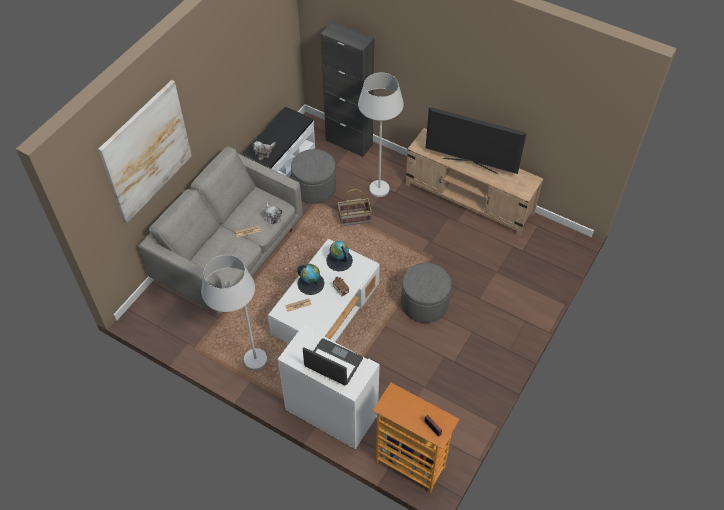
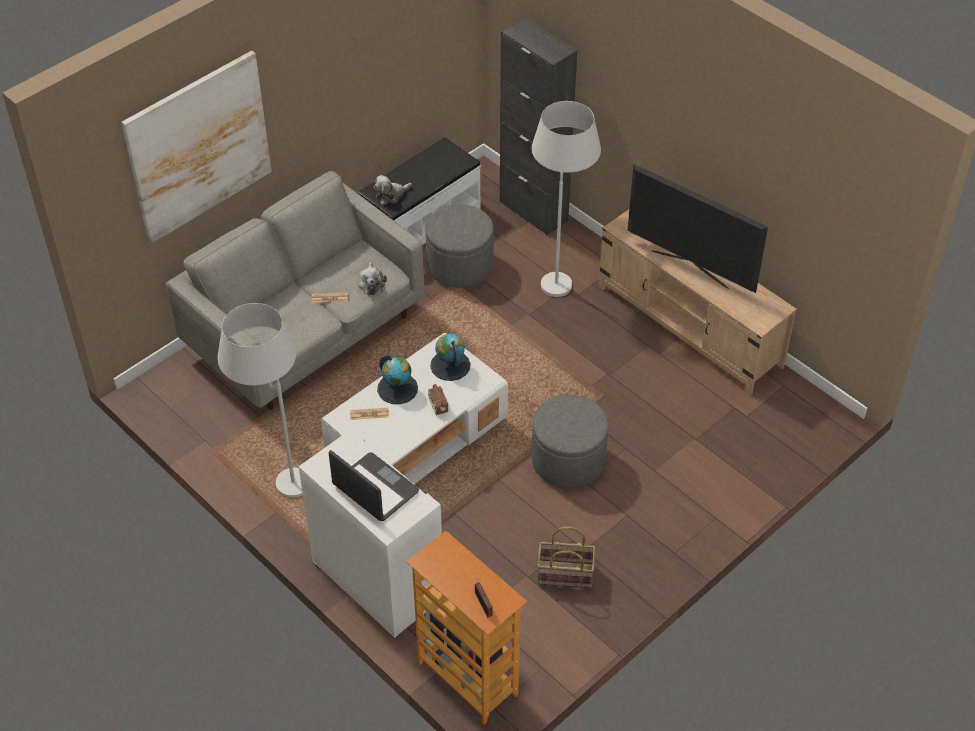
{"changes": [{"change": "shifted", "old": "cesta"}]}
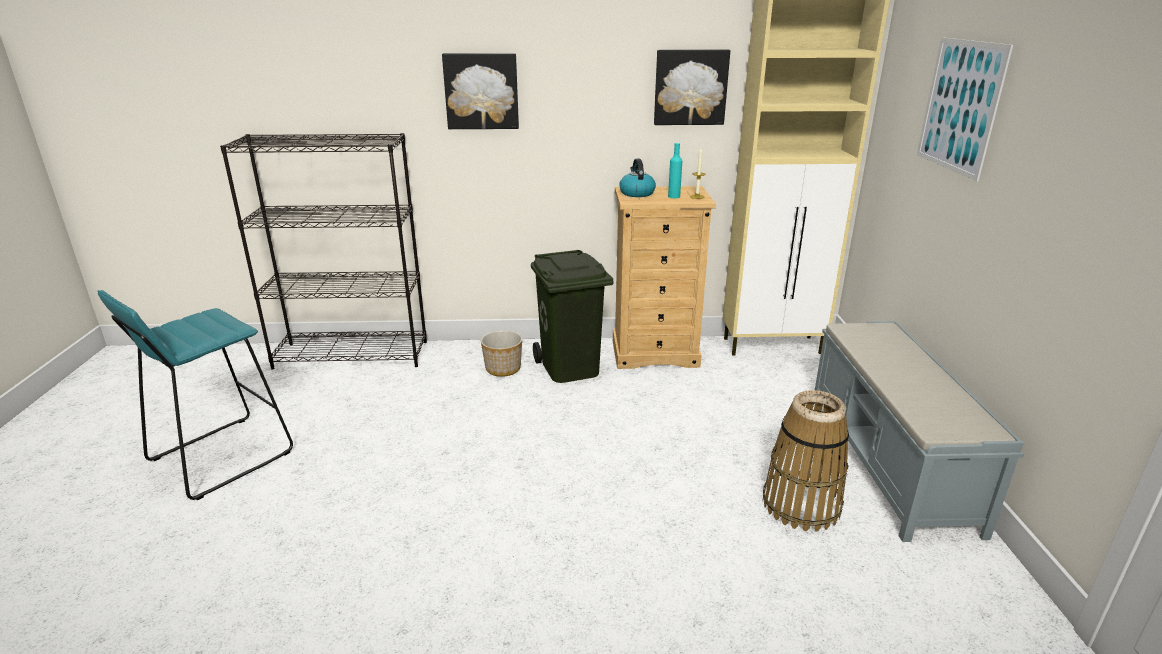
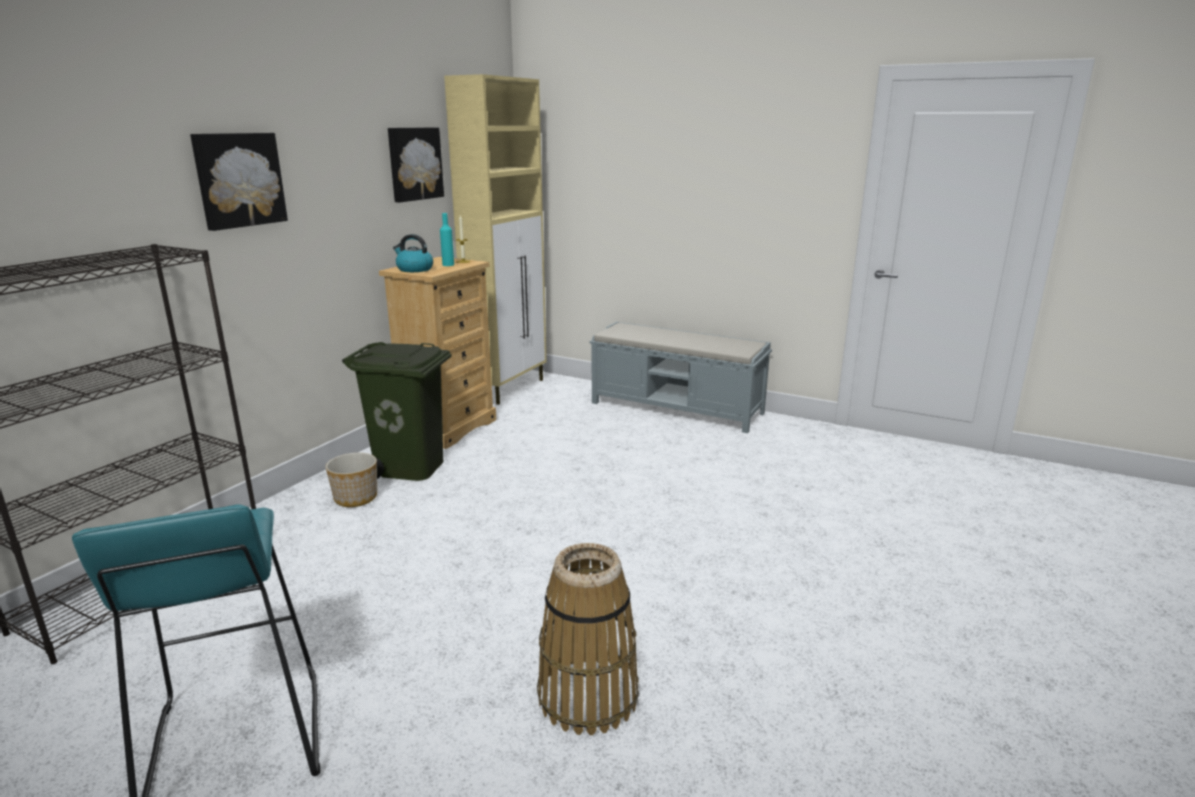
{"changes": [{"change": "shifted", "old": "cesta"}, {"change": "gone", "old": "cuadro (no. 3 from left)"}]}
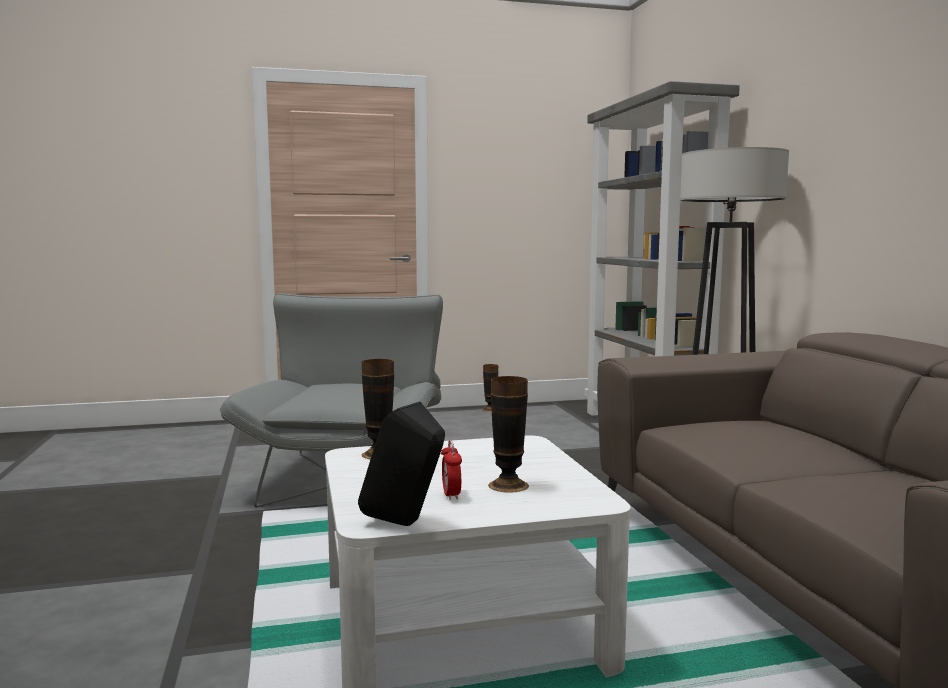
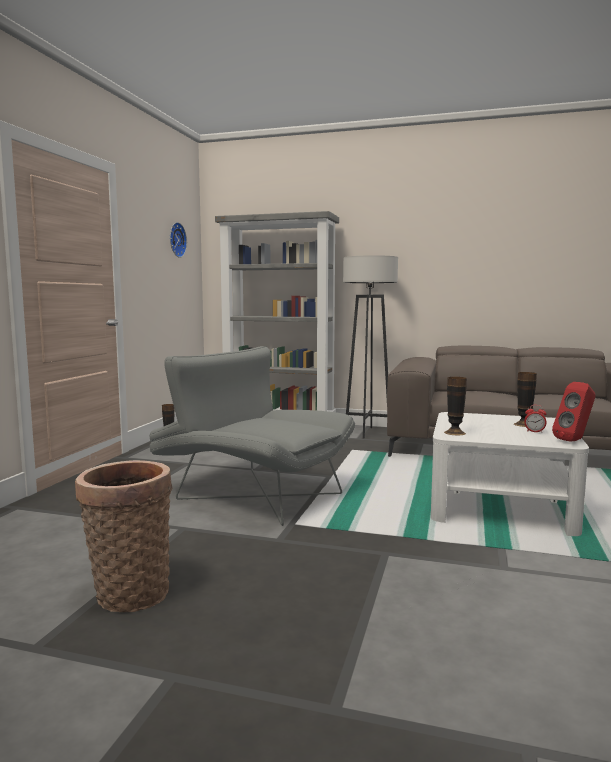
{"changes": [{"change": "new", "new": "cesta"}, {"change": "new", "new": "reloj de pared"}, {"change": "repainted", "old": "altavoz [negro]", "new": "altavoz [rojo]"}]}
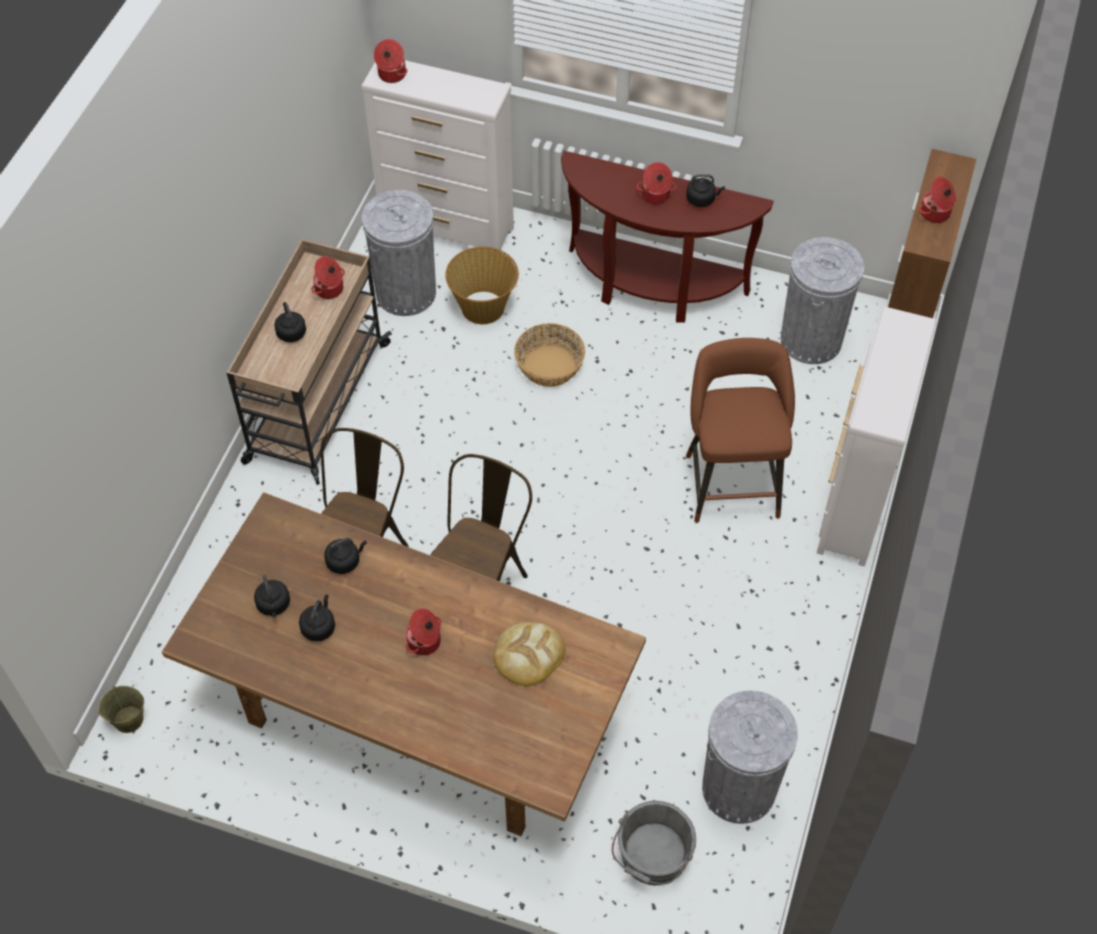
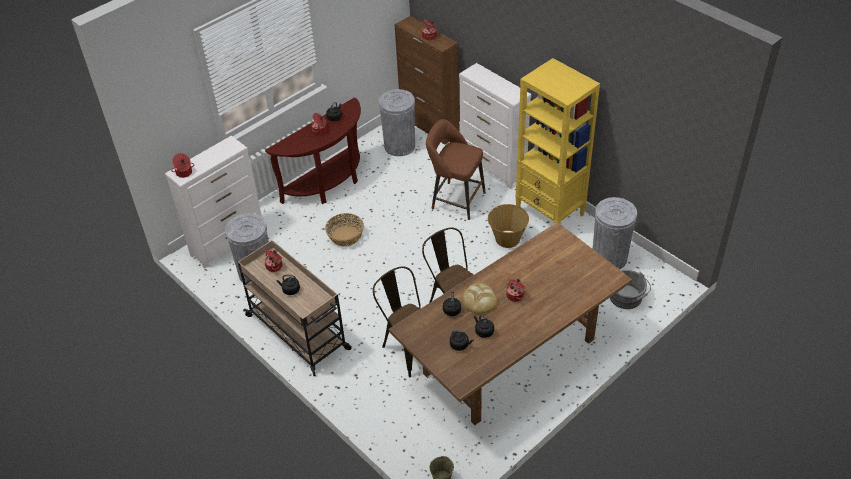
{"changes": [{"change": "shifted", "old": "pan"}, {"change": "shifted", "old": "cesta (no. 1 from left in the first image)", "new": "cesta (no. 2 from left)"}, {"change": "new", "new": "estantería [amarillo]"}]}
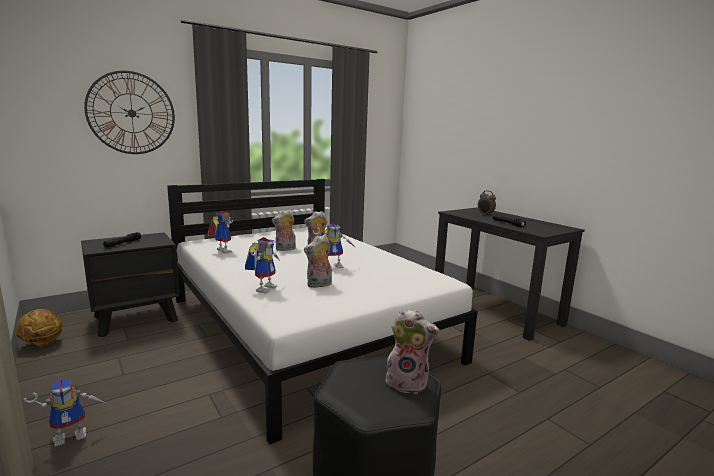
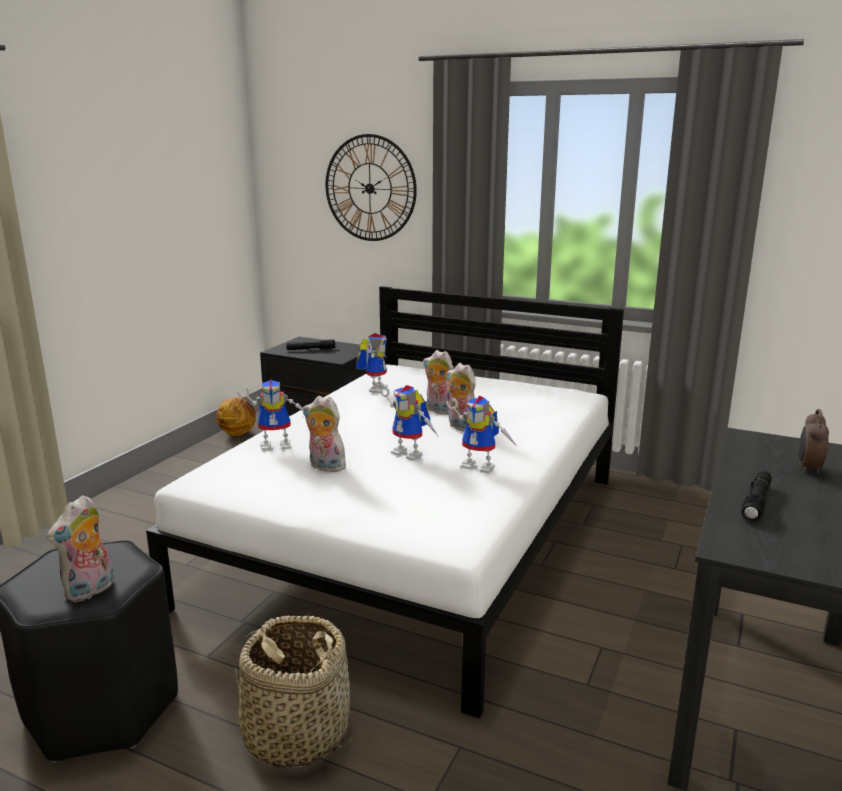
{"changes": [{"change": "rotated", "old": "peluche (no. 4 from left in the first image)", "degrees": 45}, {"change": "new", "new": "cesta"}, {"change": "shifted", "old": "robot de juguete (no. 1 from left in the first image)", "new": "robot de juguete (no. 4 from left)"}]}
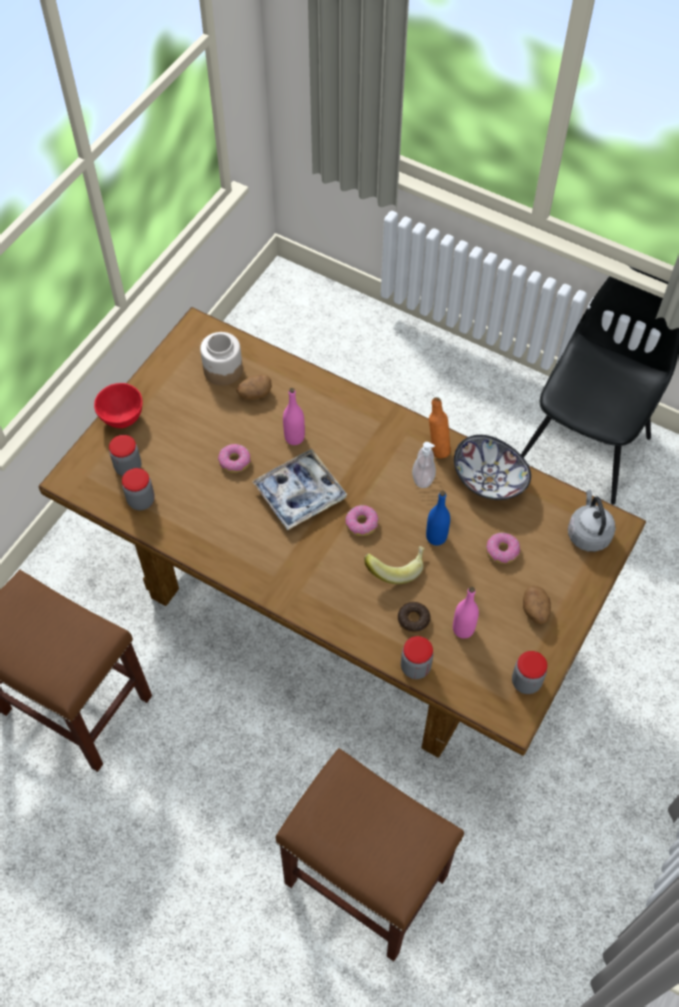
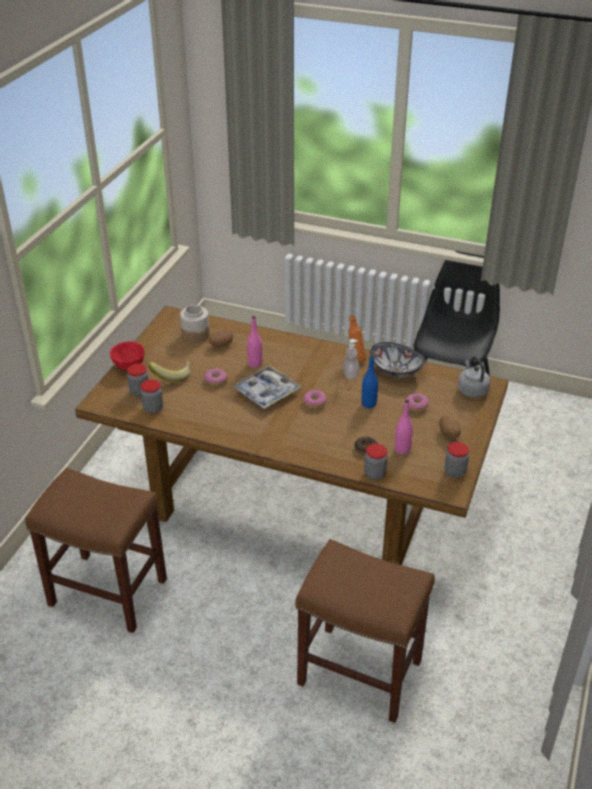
{"changes": [{"change": "shifted", "old": "plátano"}]}
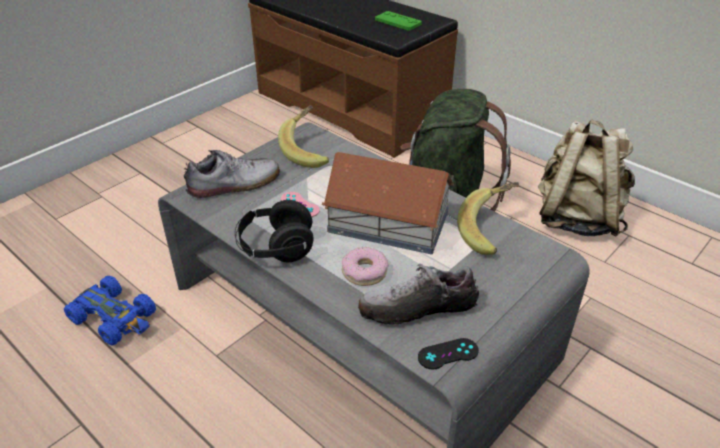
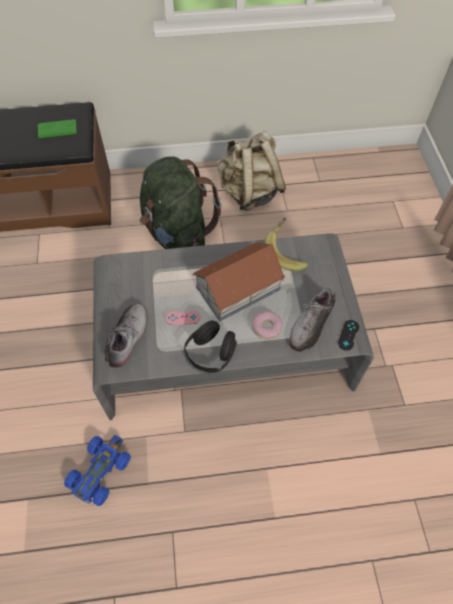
{"changes": [{"change": "rotated", "old": "coche de juguete [azul]", "degrees": -45}, {"change": "gone", "old": "plátano (no. 1 from left)"}]}
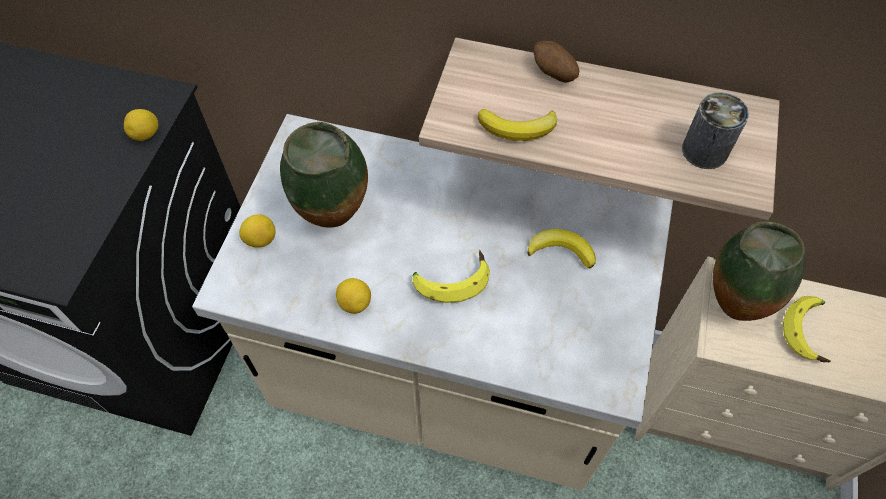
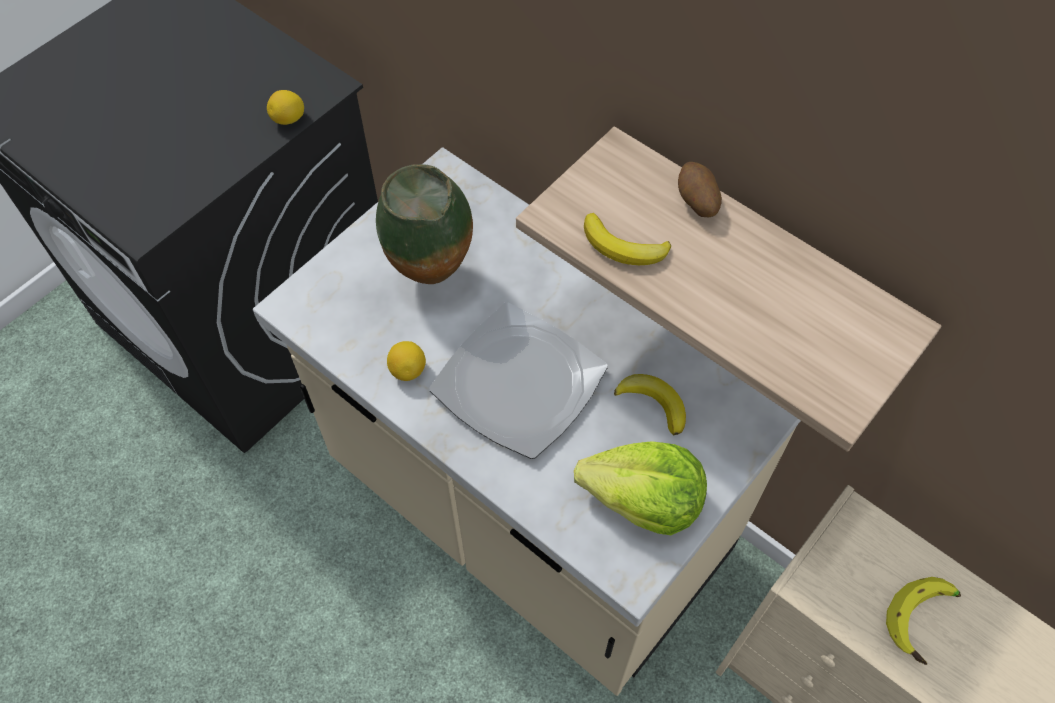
{"changes": [{"change": "swapped", "old": "plátano (no. 1 from left)", "new": "plato"}, {"change": "new", "new": "lechuga"}, {"change": "gone", "old": "limón (no. 2 from left)"}, {"change": "gone", "old": "lata"}, {"change": "gone", "old": "florero (no. 2 from left)"}]}
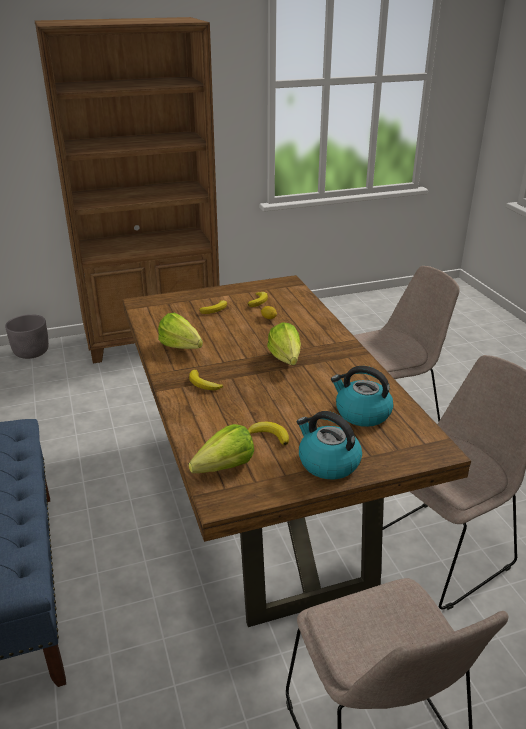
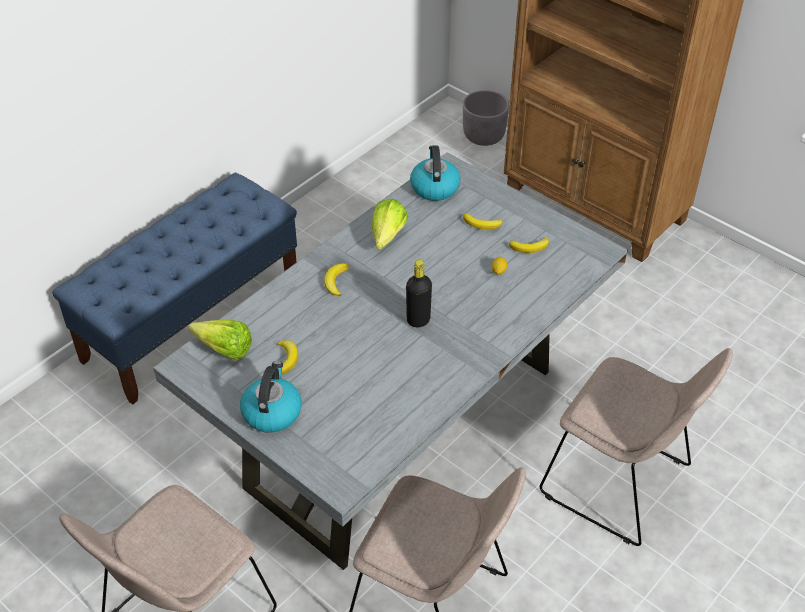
{"changes": [{"change": "repainted", "old": "mesa de comedor [marrón]", "new": "mesa de comedor [gris]"}, {"change": "swapped", "old": "lechuga (no. 3 from left)", "new": "botella [negro]"}, {"change": "shifted", "old": "hervidor (no. 2 from left)"}]}
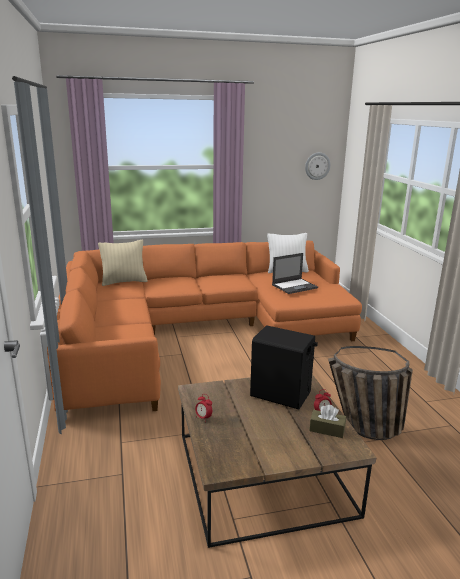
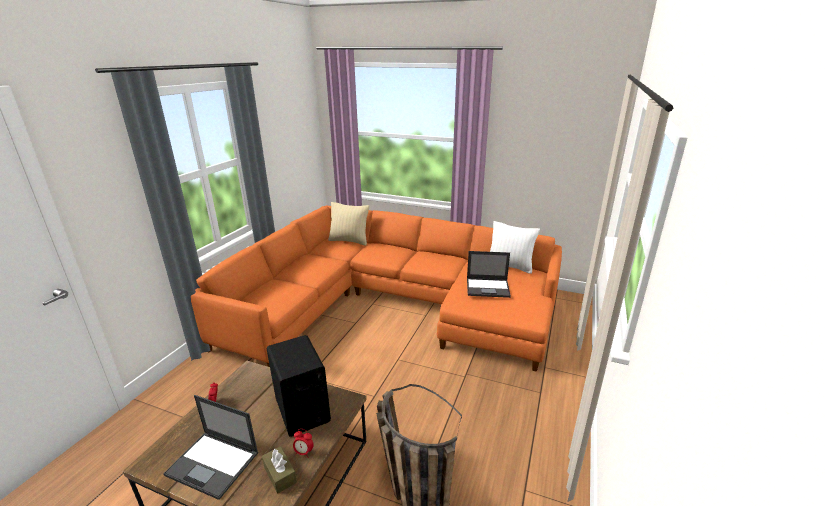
{"changes": [{"change": "new", "new": "portátil (no. 1 from left)"}, {"change": "gone", "old": "reloj de pared"}]}
